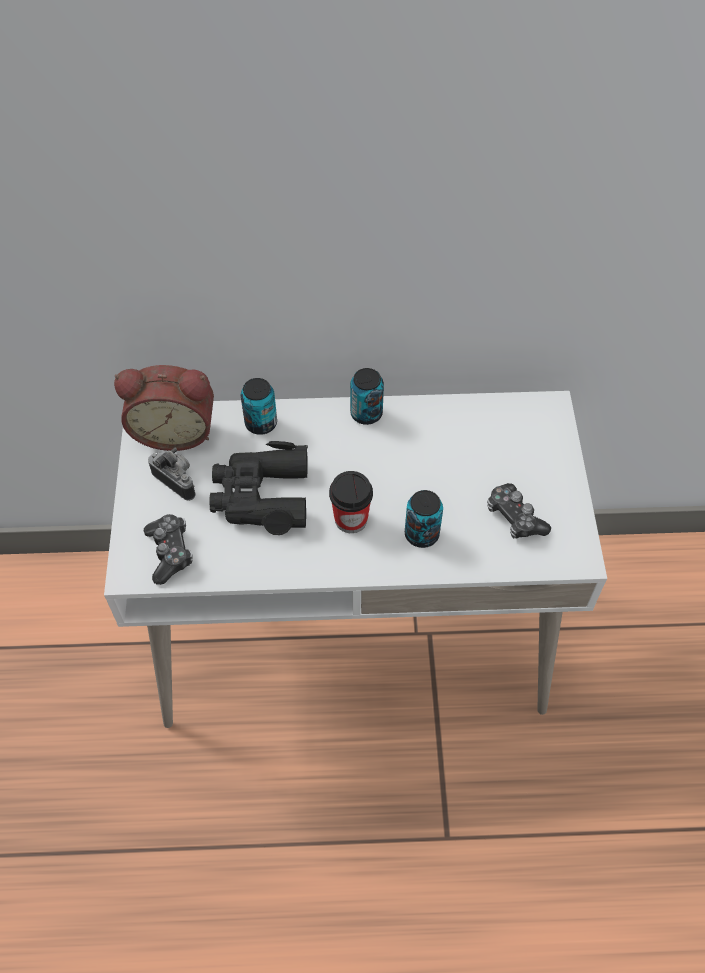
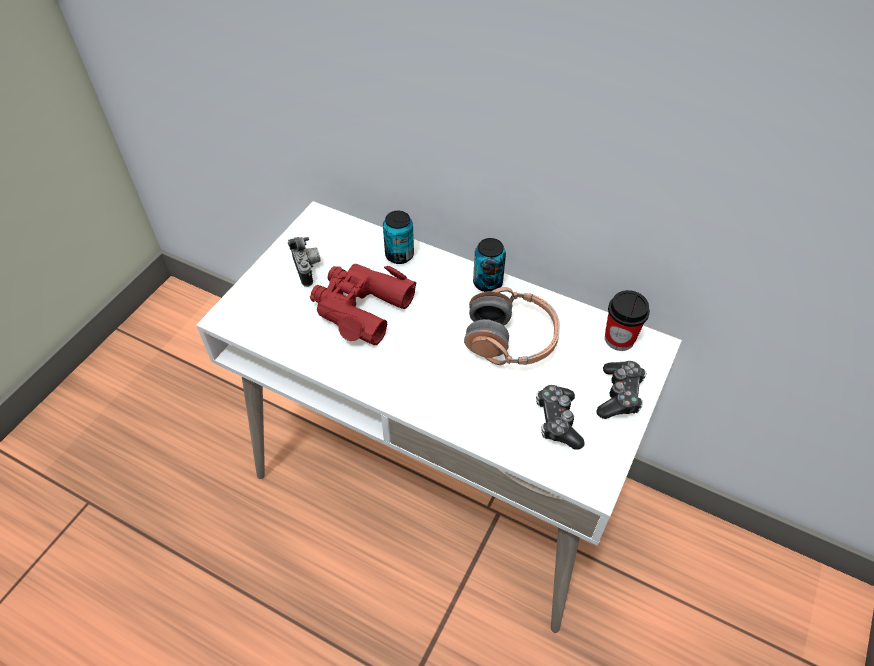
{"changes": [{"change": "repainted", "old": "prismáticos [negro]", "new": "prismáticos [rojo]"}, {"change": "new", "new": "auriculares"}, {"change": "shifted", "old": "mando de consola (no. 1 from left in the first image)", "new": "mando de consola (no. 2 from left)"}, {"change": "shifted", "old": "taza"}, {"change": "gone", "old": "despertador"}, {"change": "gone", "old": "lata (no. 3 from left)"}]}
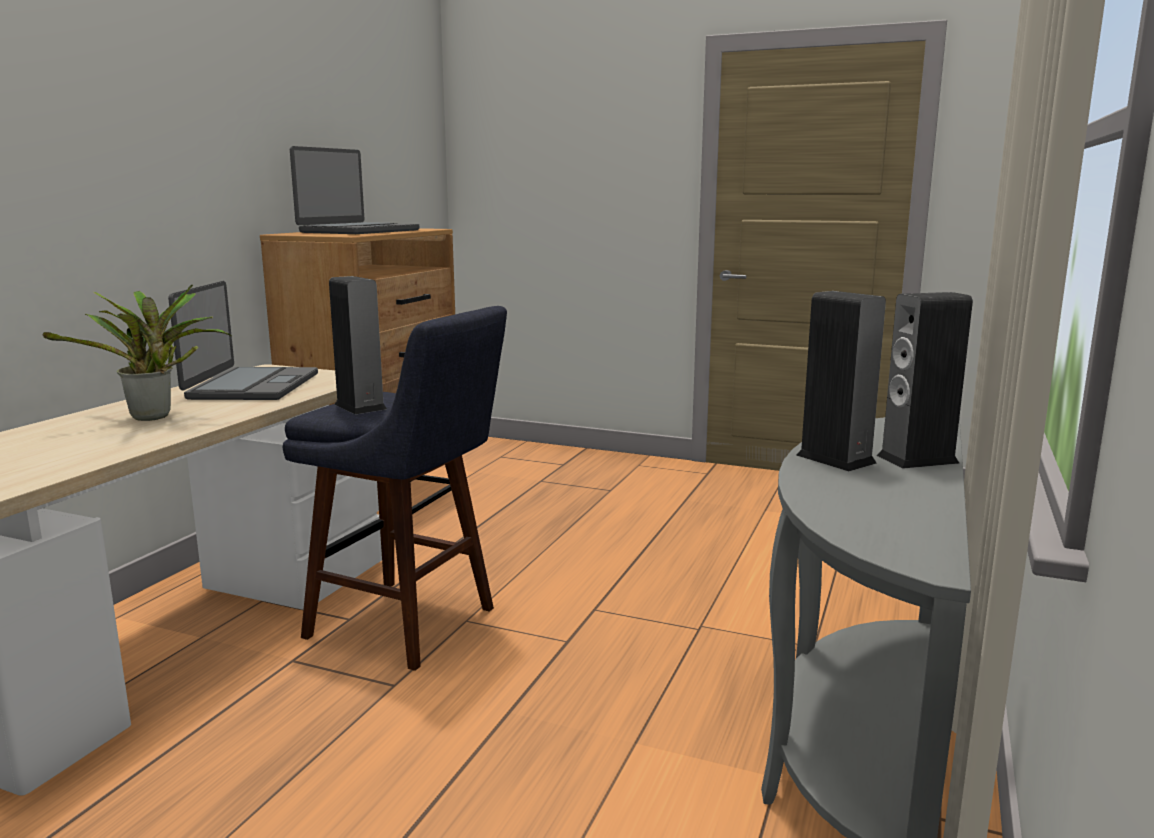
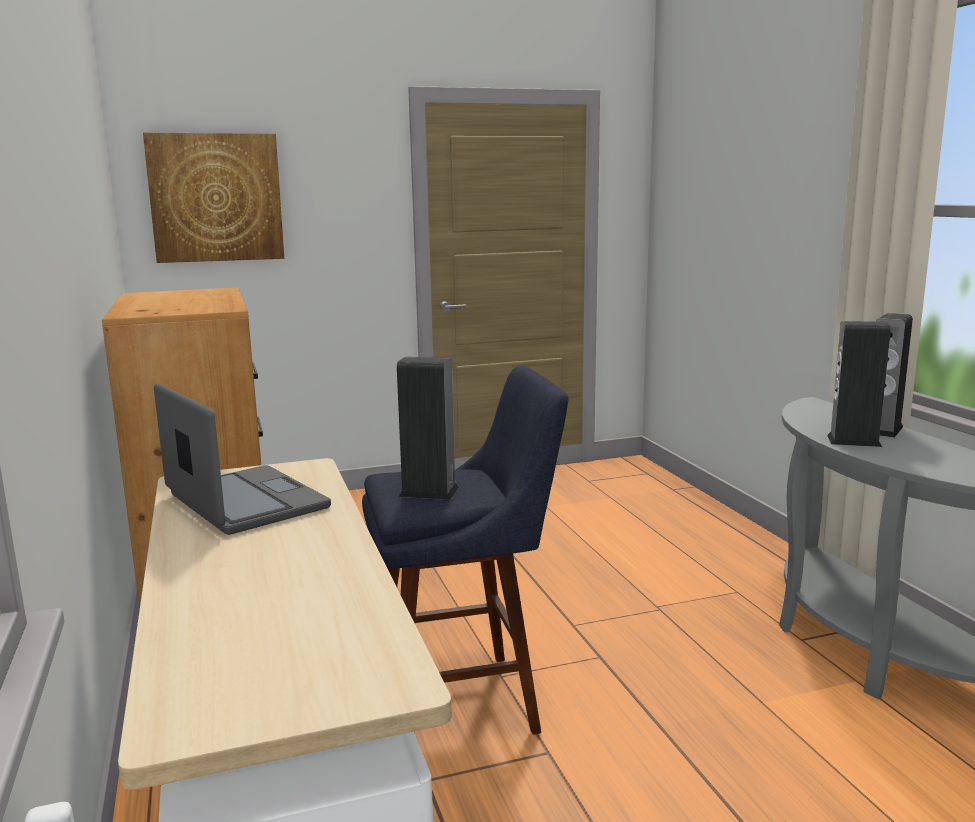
{"changes": [{"change": "new", "new": "cuadro"}, {"change": "gone", "old": "planta en maceta"}, {"change": "gone", "old": "portátil (no. 2 from left)"}]}
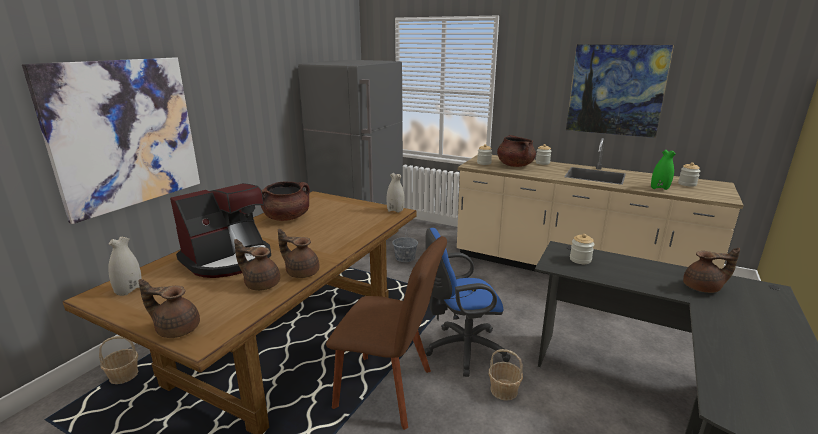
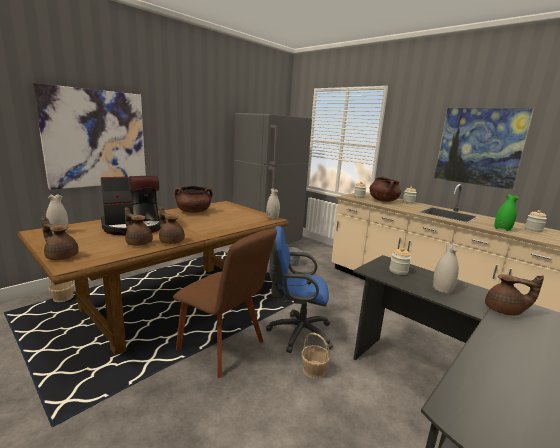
{"changes": [{"change": "new", "new": "florero [blanco] (no. 3 from left)"}]}
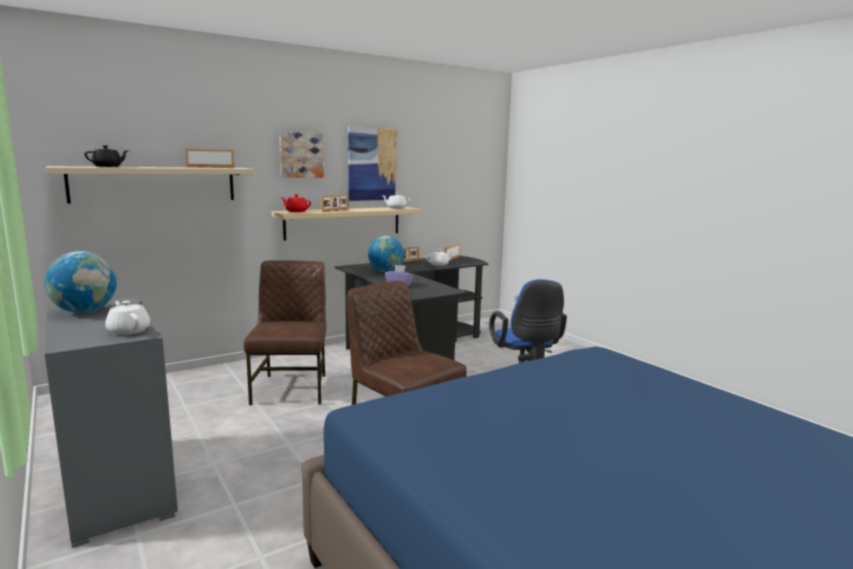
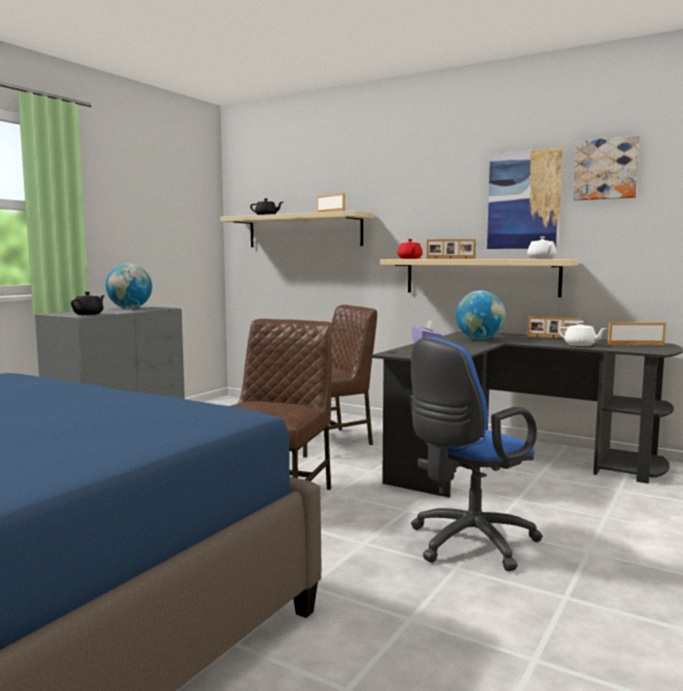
{"changes": [{"change": "repainted", "old": "tetera [blanco] (no. 1 from left)", "new": "tetera [negro] (no. 1 from left)"}, {"change": "shifted", "old": "cuadro (no. 1 from left in the first image)", "new": "cuadro (no. 2 from left)"}]}
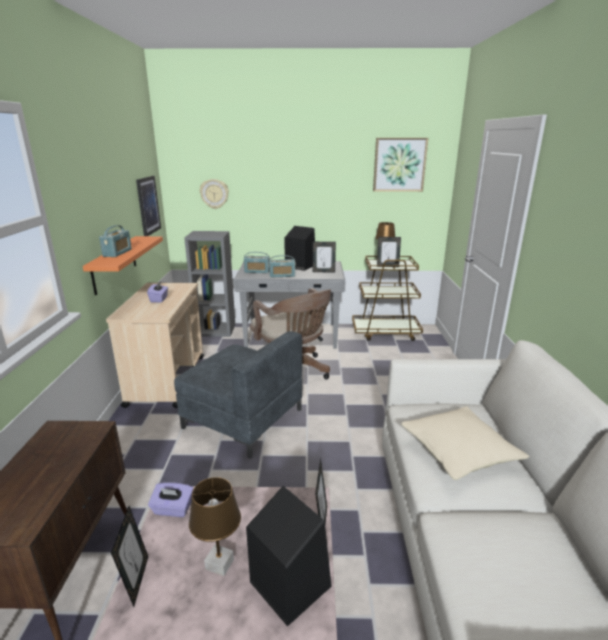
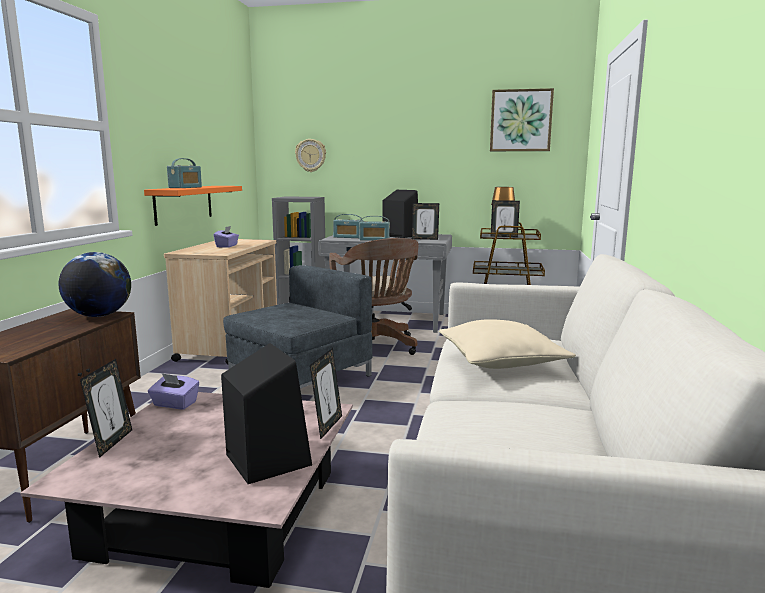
{"changes": [{"change": "new", "new": "globo terráqueo"}, {"change": "rotated", "old": "sillón [gris]", "degrees": -90}, {"change": "gone", "old": "cuadro (no. 1 from left)"}, {"change": "gone", "old": "lámpara de mesa [marrón] (no. 1 from left)"}]}
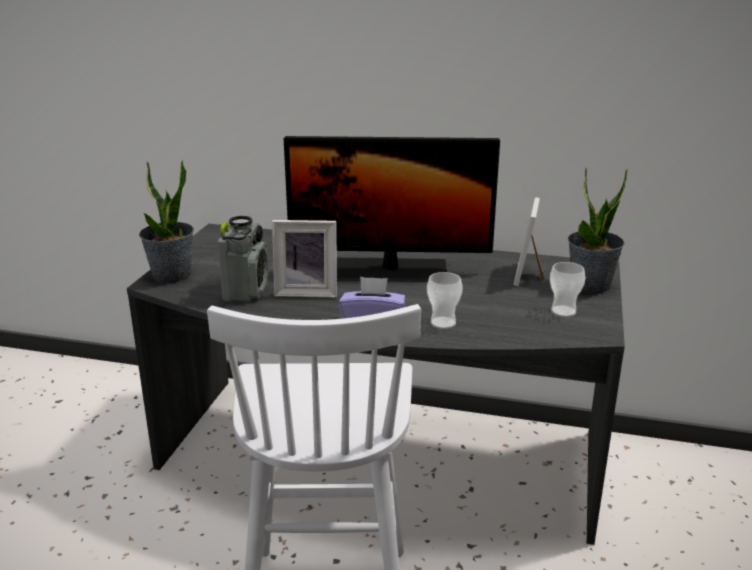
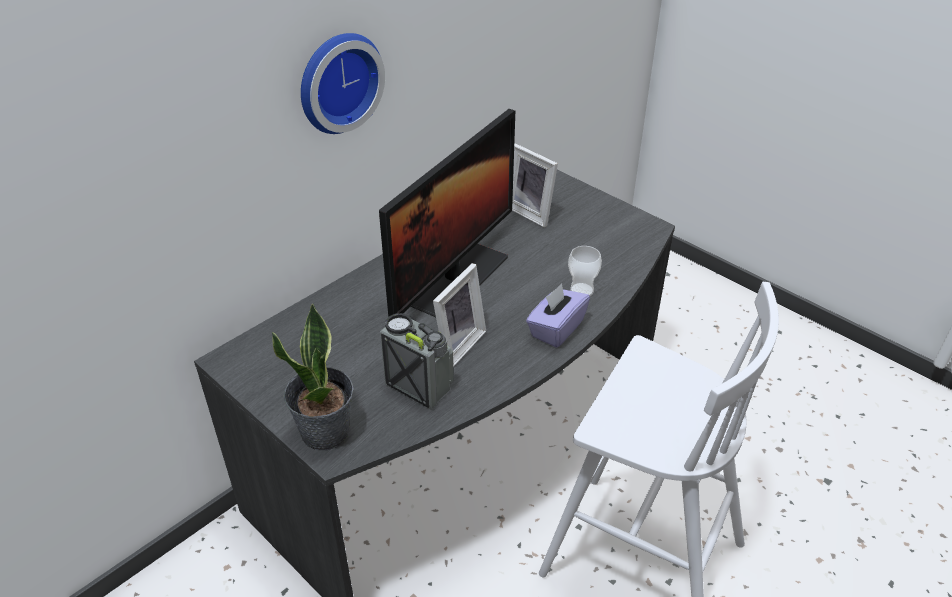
{"changes": [{"change": "new", "new": "reloj de pared"}, {"change": "gone", "old": "taza (no. 2 from left)"}, {"change": "gone", "old": "planta en maceta (no. 2 from left)"}]}
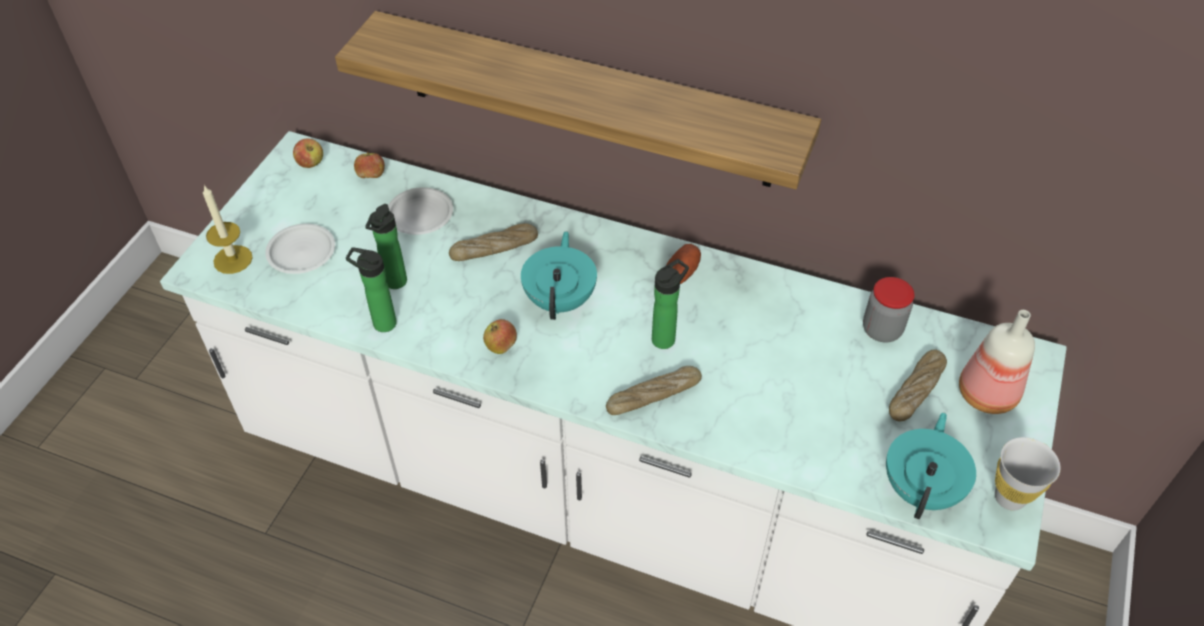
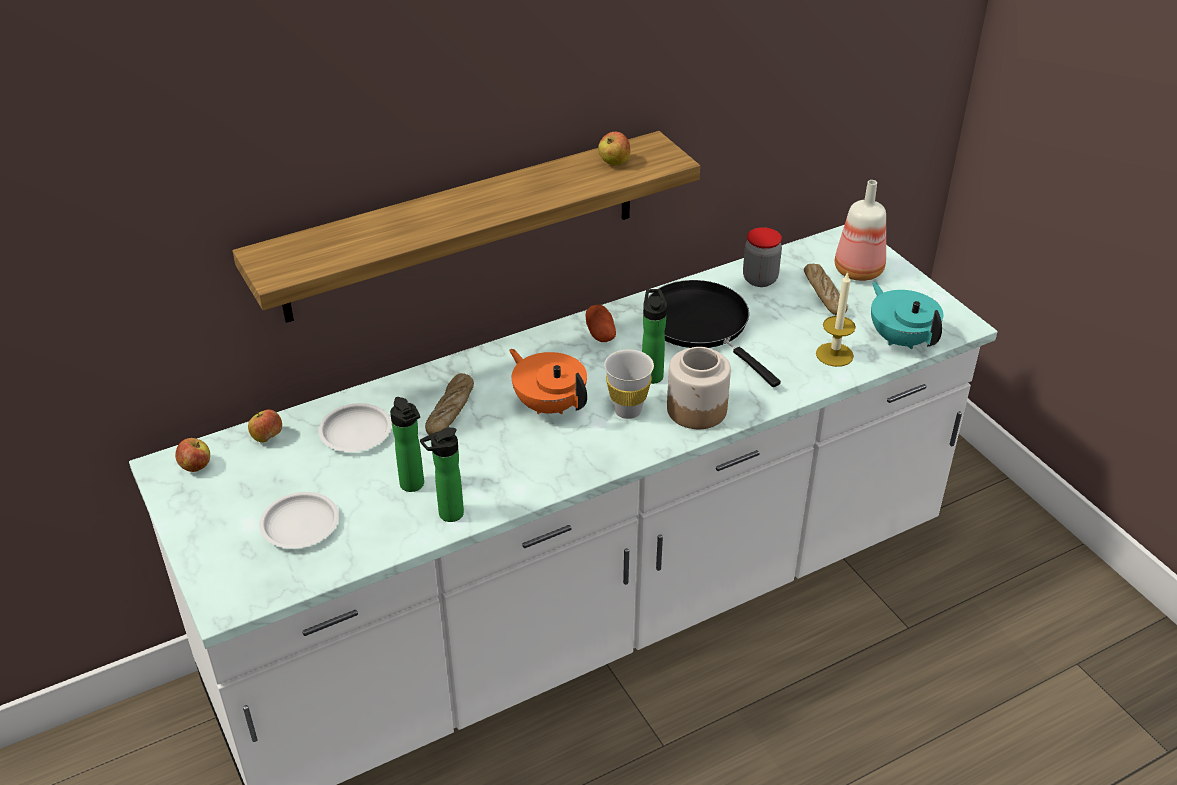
{"changes": [{"change": "repainted", "old": "tetera [turquesa] (no. 1 from left)", "new": "tetera [naranja]"}, {"change": "shifted", "old": "manzana (no. 3 from left)"}, {"change": "shifted", "old": "taza [blanco]"}, {"change": "new", "new": "sartén [negro]"}, {"change": "swapped", "old": "pan (no. 2 from left)", "new": "tarro (no. 1 from left)"}, {"change": "shifted", "old": "vela"}]}
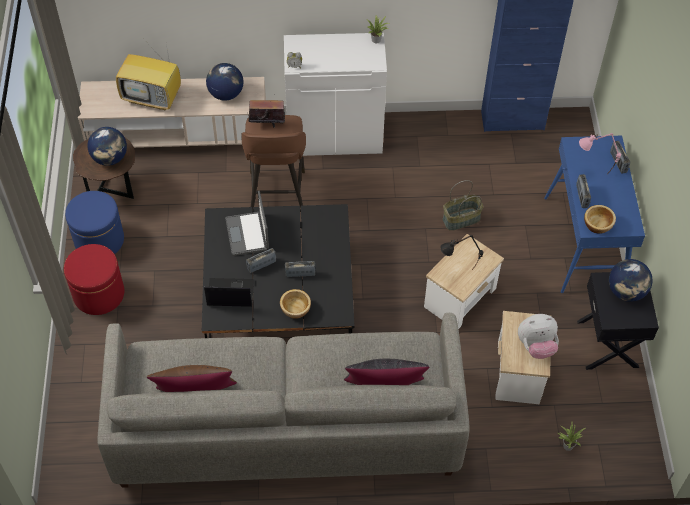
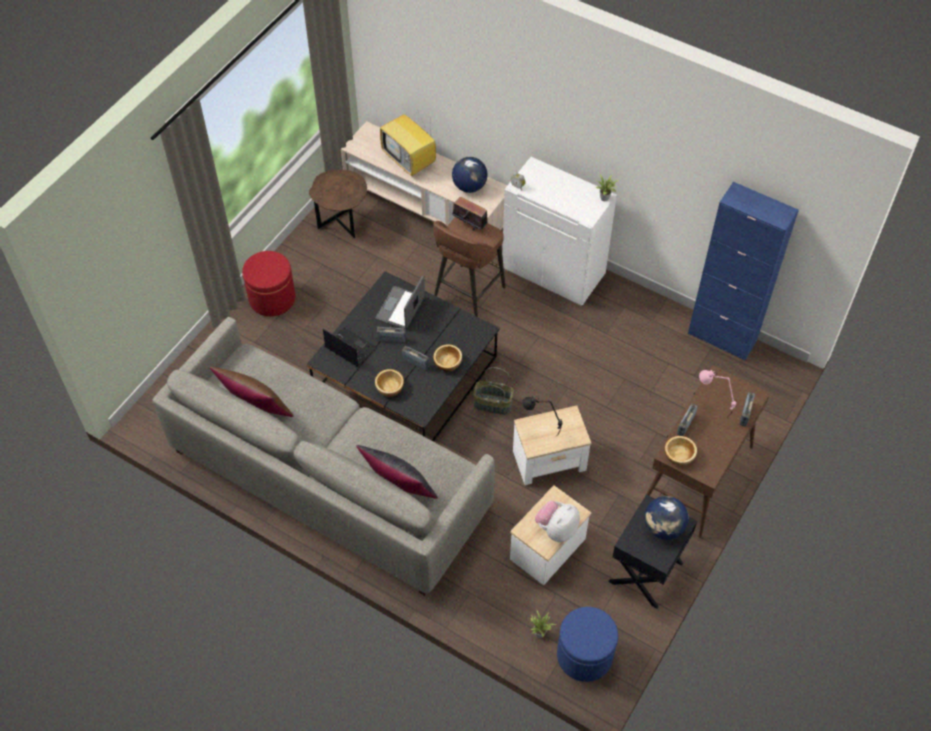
{"changes": [{"change": "new", "new": "cuenco (no. 2 from left)"}, {"change": "shifted", "old": "cesta"}, {"change": "rotated", "old": "peluche", "degrees": 105}, {"change": "shifted", "old": "puf [azul]"}, {"change": "repainted", "old": "mesa consola [azul]", "new": "mesa consola [marrón]"}, {"change": "gone", "old": "globo terráqueo (no. 1 from left)"}]}
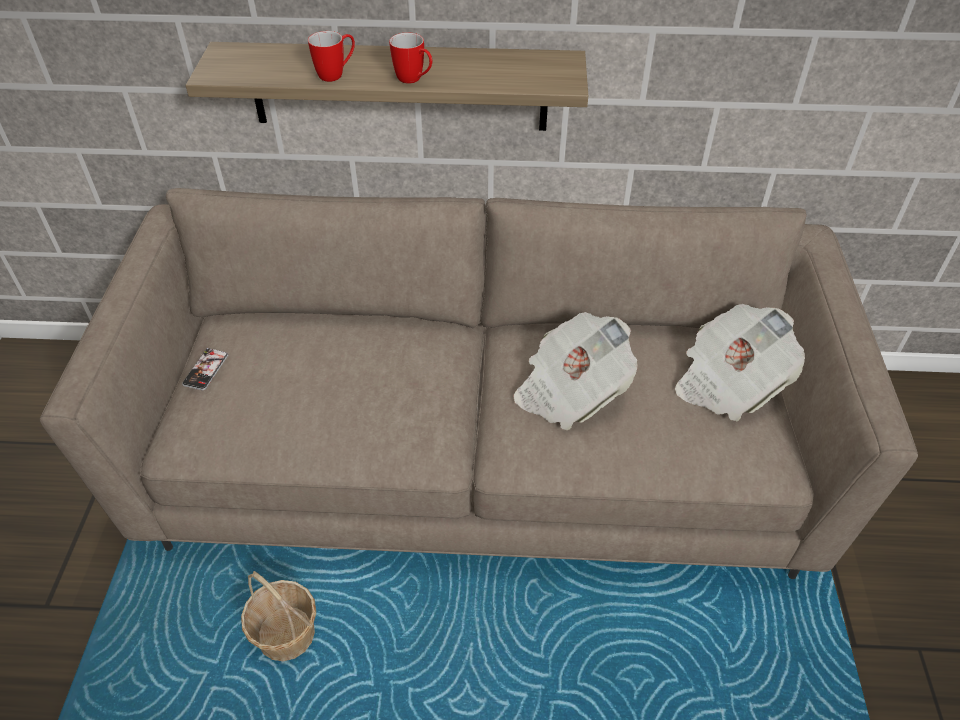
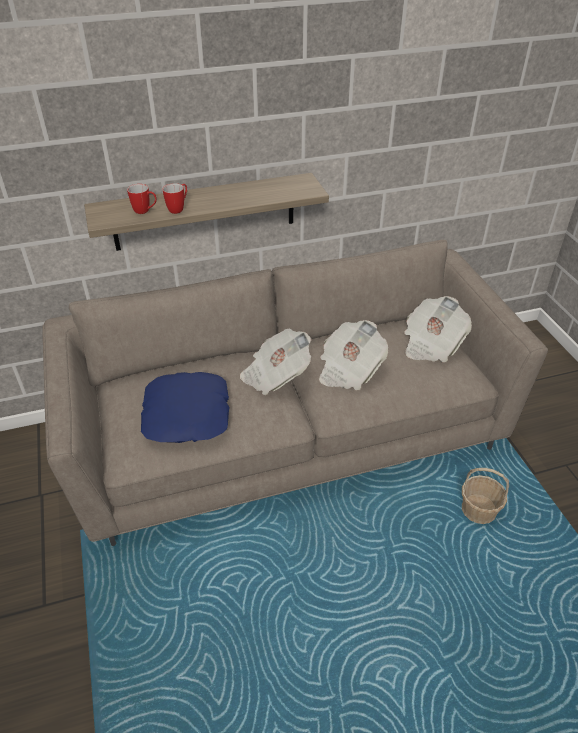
{"changes": [{"change": "shifted", "old": "taza grande (no. 2 from left in the first image)", "new": "taza grande (no. 1 from left)"}, {"change": "new", "new": "cojín [azul]"}, {"change": "new", "new": "periódico (no. 1 from left)"}, {"change": "shifted", "old": "cesta"}, {"change": "gone", "old": "móvil"}]}
